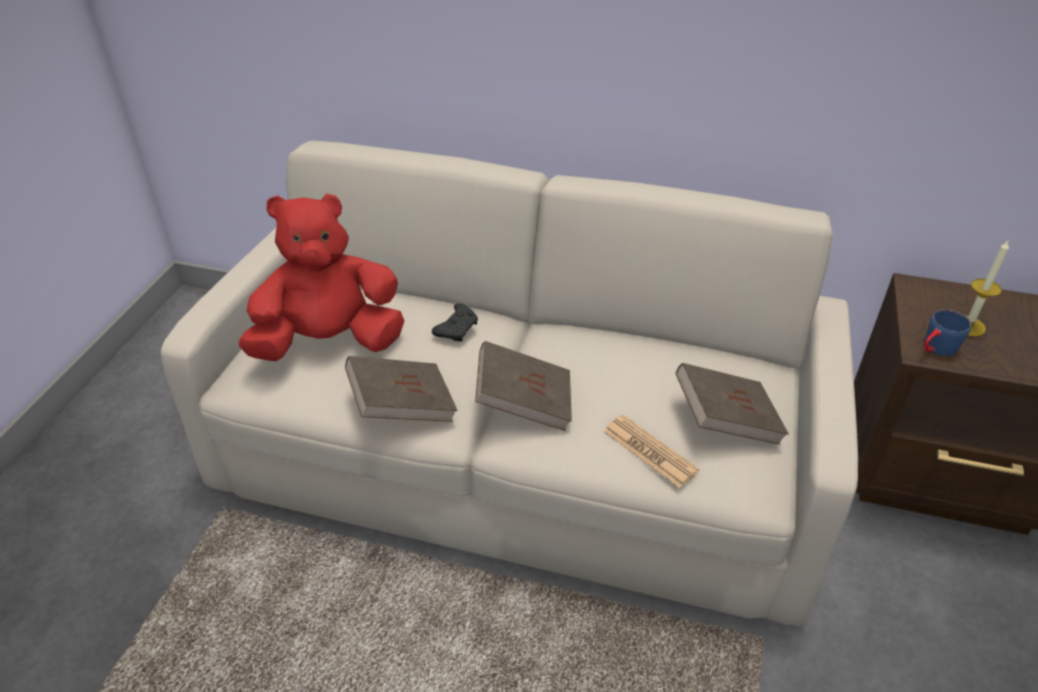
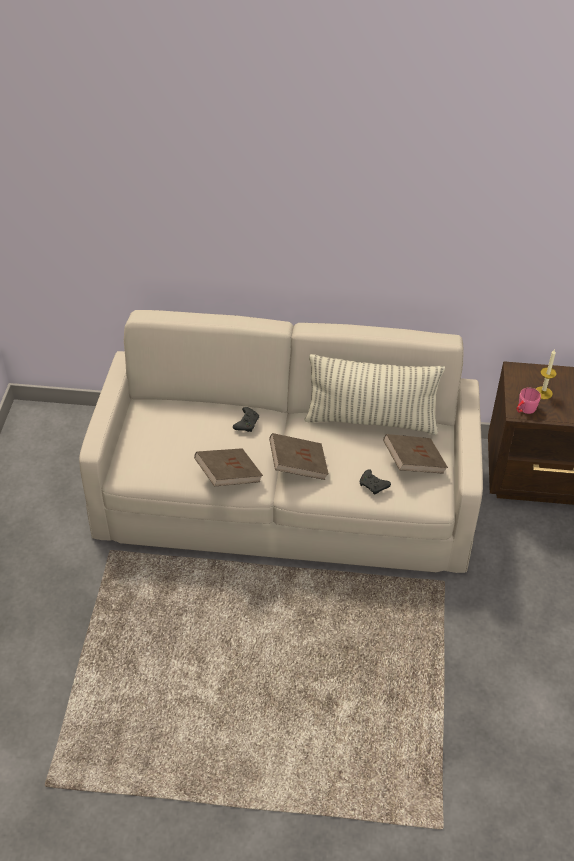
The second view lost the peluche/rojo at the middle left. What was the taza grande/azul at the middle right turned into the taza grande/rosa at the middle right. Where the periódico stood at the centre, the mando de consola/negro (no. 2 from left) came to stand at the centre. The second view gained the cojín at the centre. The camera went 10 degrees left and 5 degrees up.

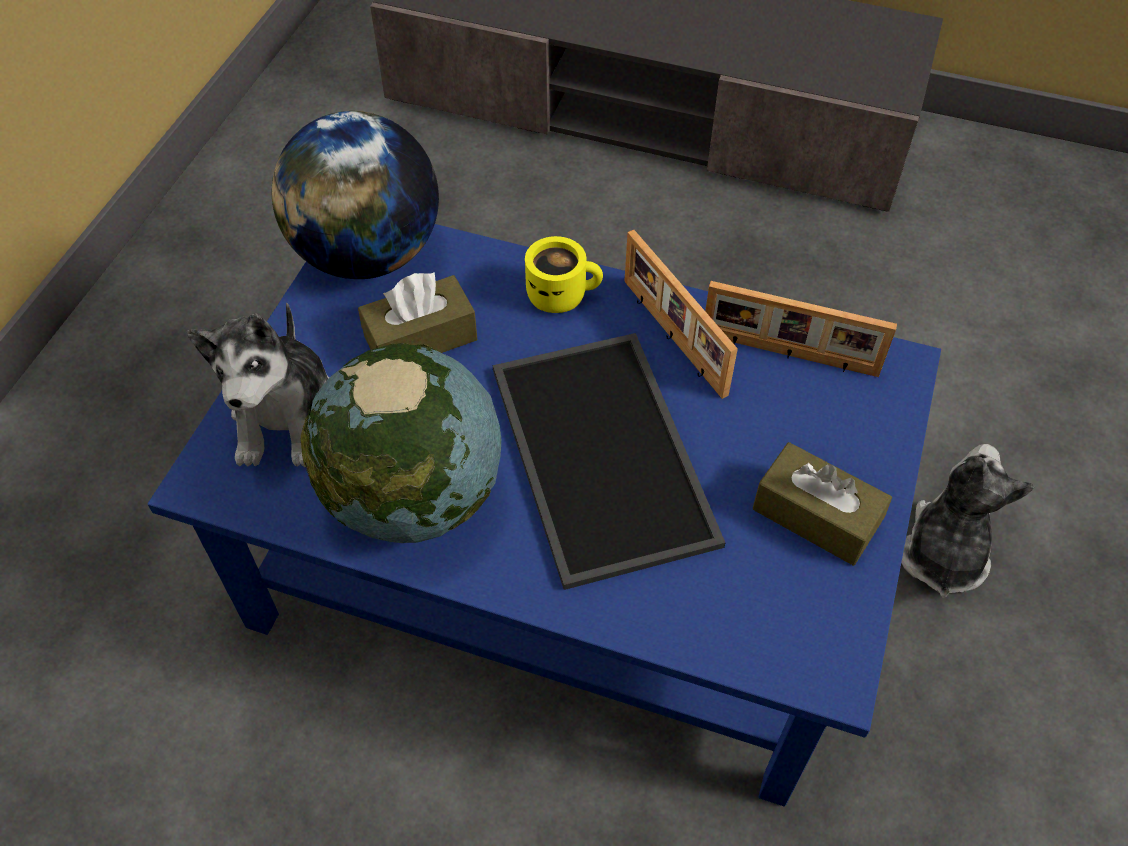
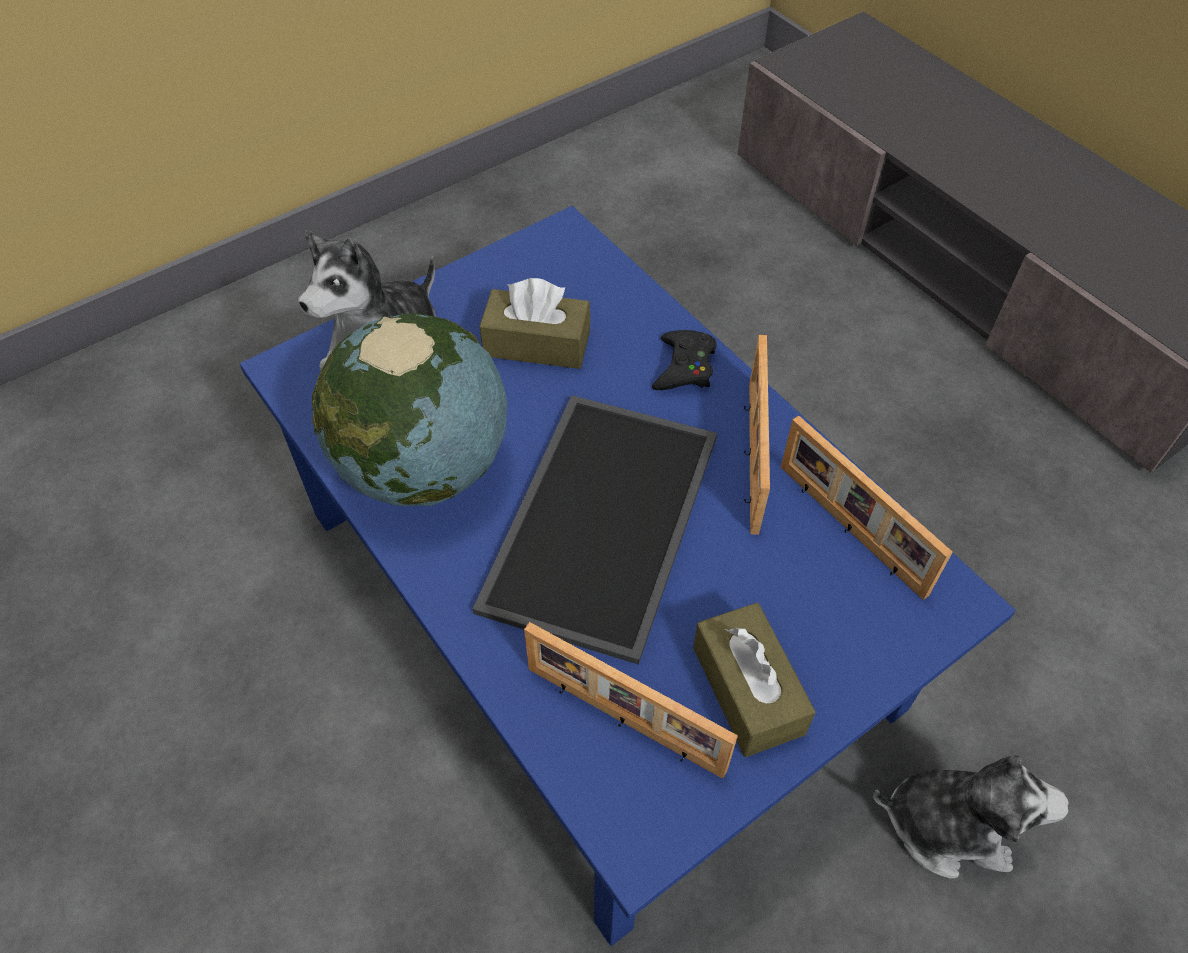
The second view lost the globo terráqueo (no. 1 from left) at the top left. Where the taza grande/amarillo stood at the top centre, the mando de consola/negro came to stand at the centre. The peluche (no. 2 from left) at the middle right ended up facing another way, 45 degrees clockwise from before. The second view gained the portarretratos (no. 1 from left) at the bottom centre. The camera went 35 degrees right and 0 degrees up.

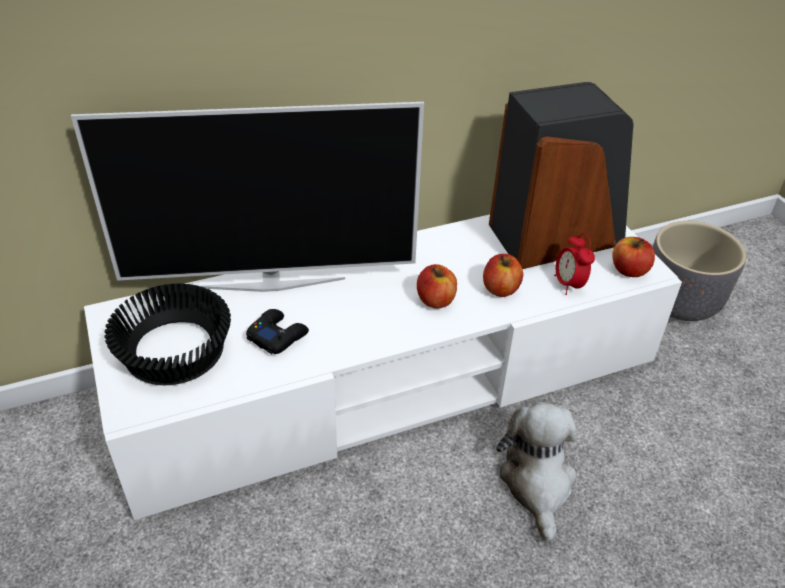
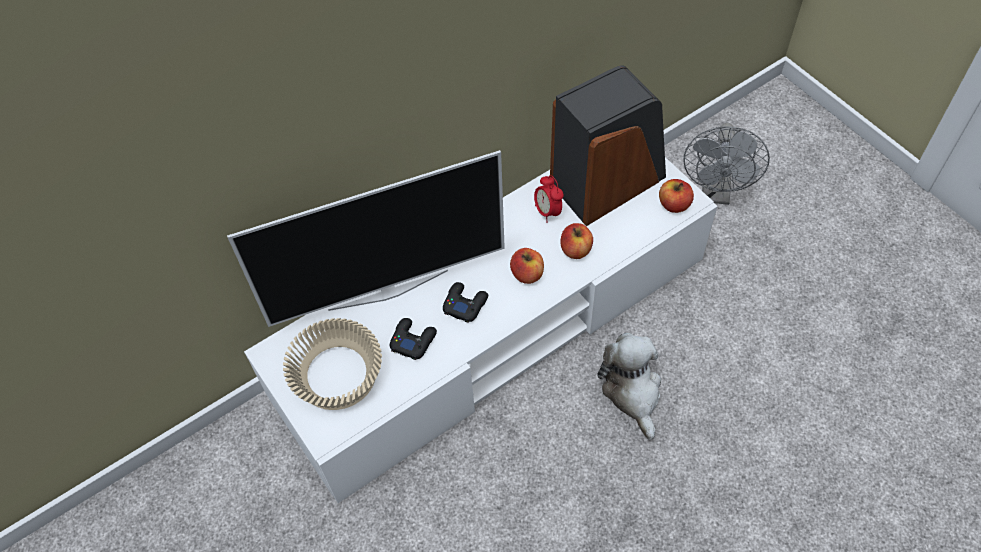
Where the maceta/gris stood at the middle right, the ventilador/gris came to stand at the top right. The despertador ended up elsewhere, having gone from the middle right to the centre. What was the cuenco/negro at the middle left turned into the cuenco/beis at the centre. The second view gained the mando de consola/negro (no. 2 from left) at the centre. The camera went 10 degrees left and 15 degrees up.

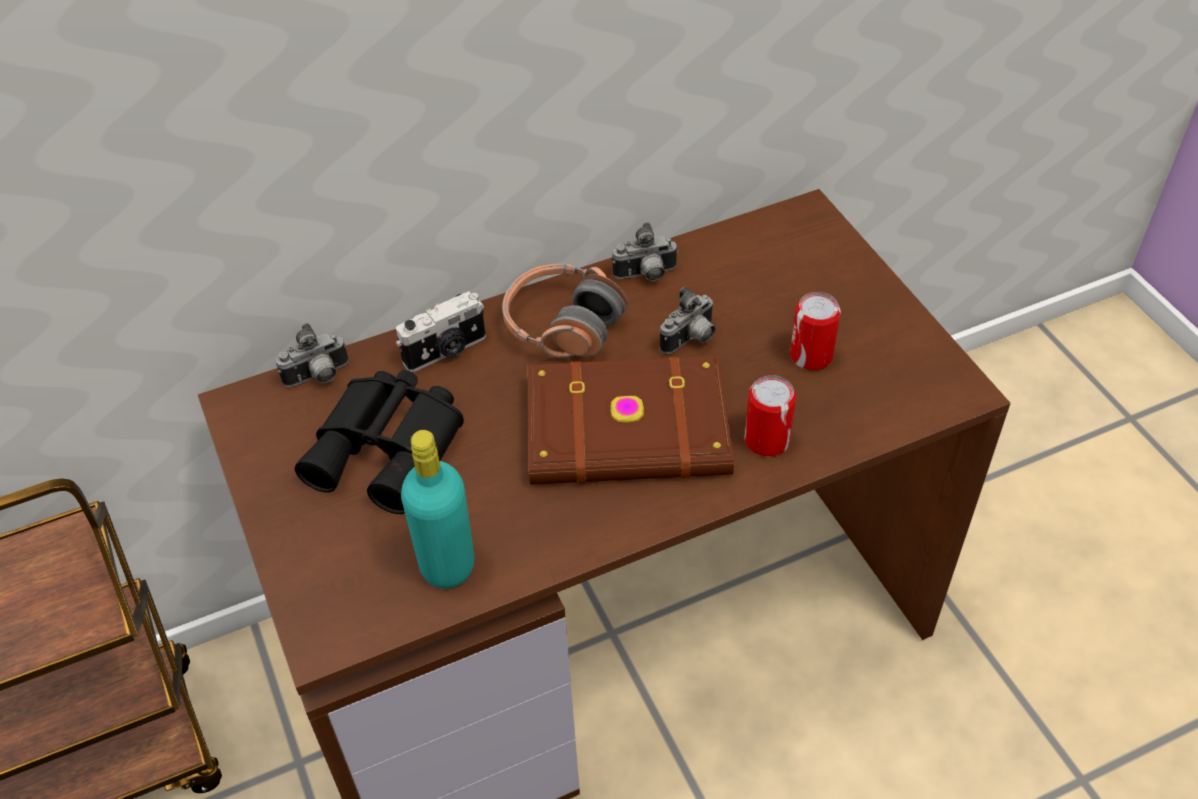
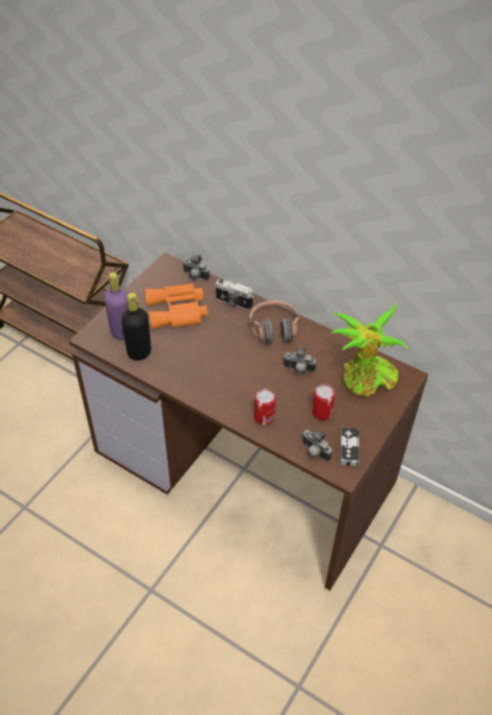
The cámara (no. 3 from left in the first image) ended up elsewhere, having gone from the top centre to the centre. The second view lost the libro/marrón at the centre. What was the prismáticos/negro at the middle left turned into the prismáticos/naranja at the centre. What was the botella/turquesa at the centre turned into the botella/negro at the middle left. The second view gained the botella/morado at the middle left. The second view gained the planta en maceta at the middle right. The second view gained the mando de consola at the middle right. The camera went 55 degrees right and 0 degrees up.

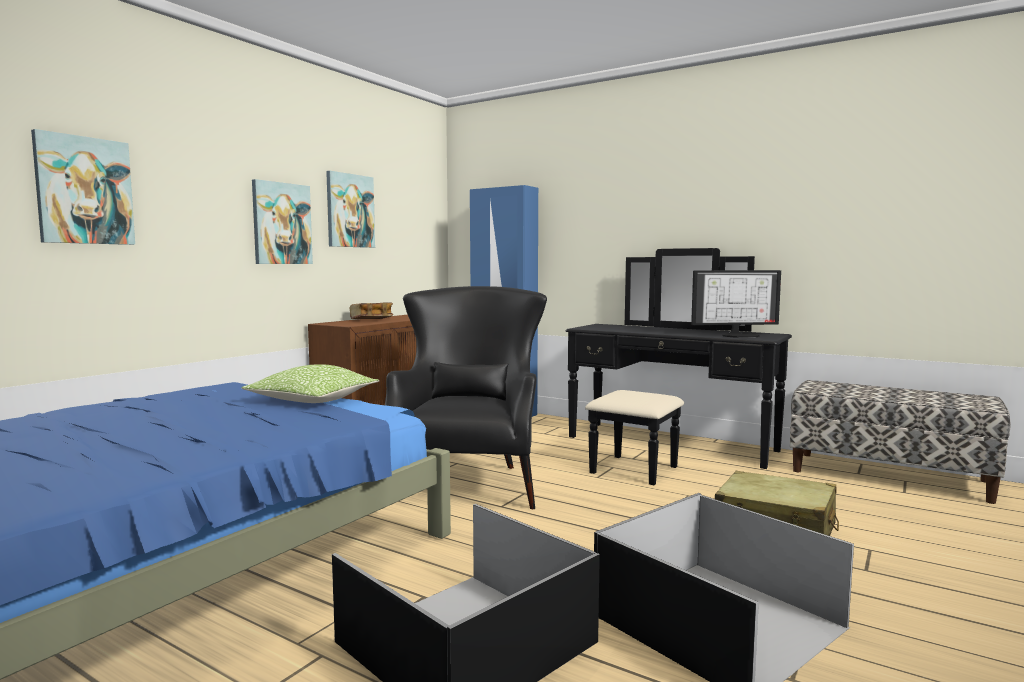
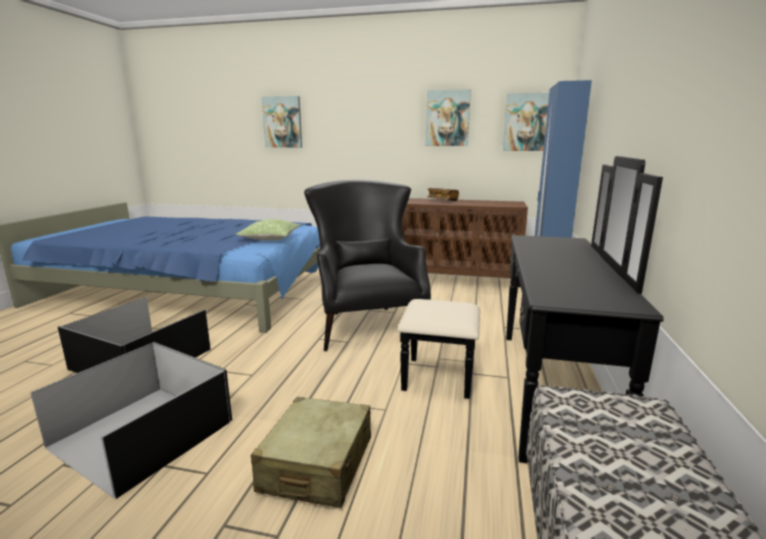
The cuadro (no. 2 from left in the first image) ended up elsewhere, having gone from the top left to the top right. The second view lost the monitor at the middle right. The sillón/negro at the centre ended up facing another way, 90 degrees counterclockwise from before. The camera went 70 degrees right and 10 degrees up.

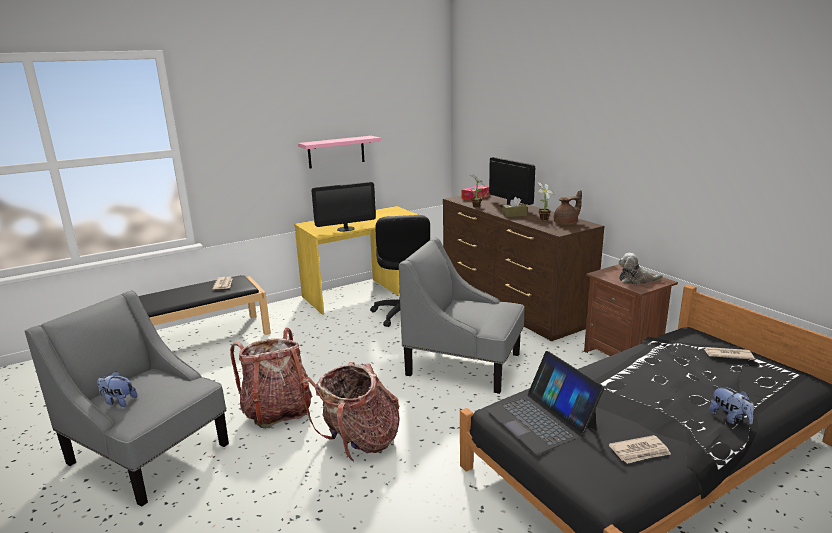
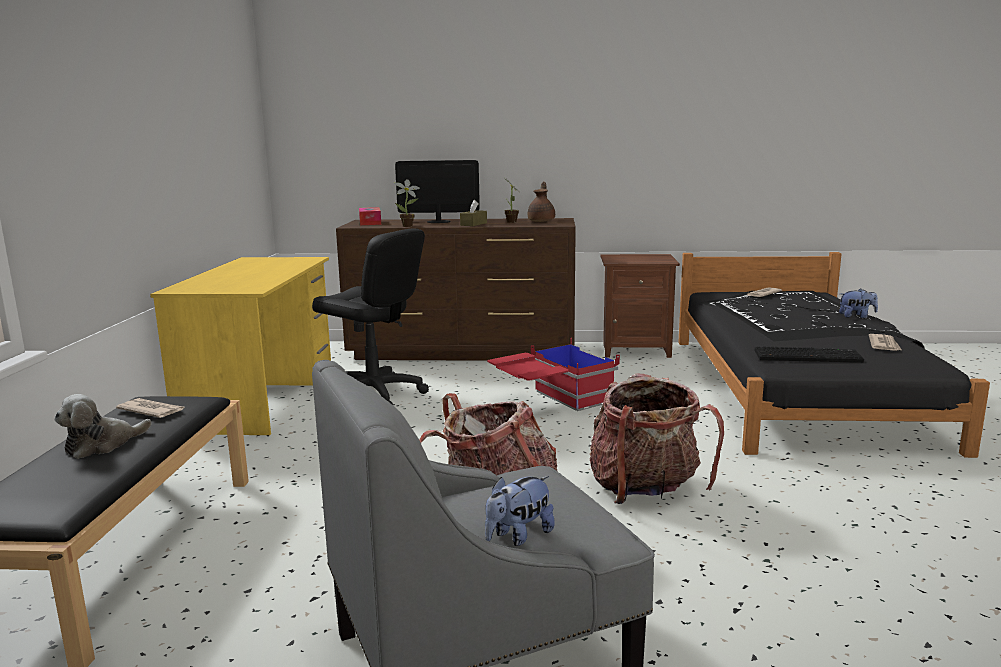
The second view lost the estante/rosa at the top centre. The second view lost the monitor (no. 1 from left) at the centre. Where the sillón/gris (no. 2 from left) stood at the centre, the caja de almacenaje/rojo came to stand at the centre. The peluche (no. 2 from left in the first image) ended up elsewhere, having gone from the middle right to the middle left. Where the portátil stood at the bottom centre, the teclado came to stand at the middle right. The camera went 55 degrees left and 5 degrees down.

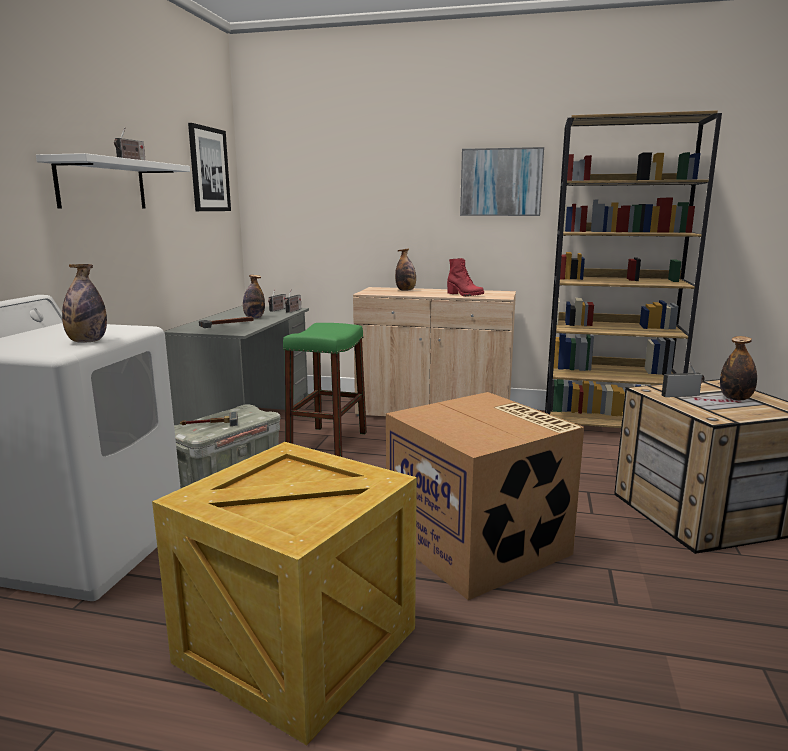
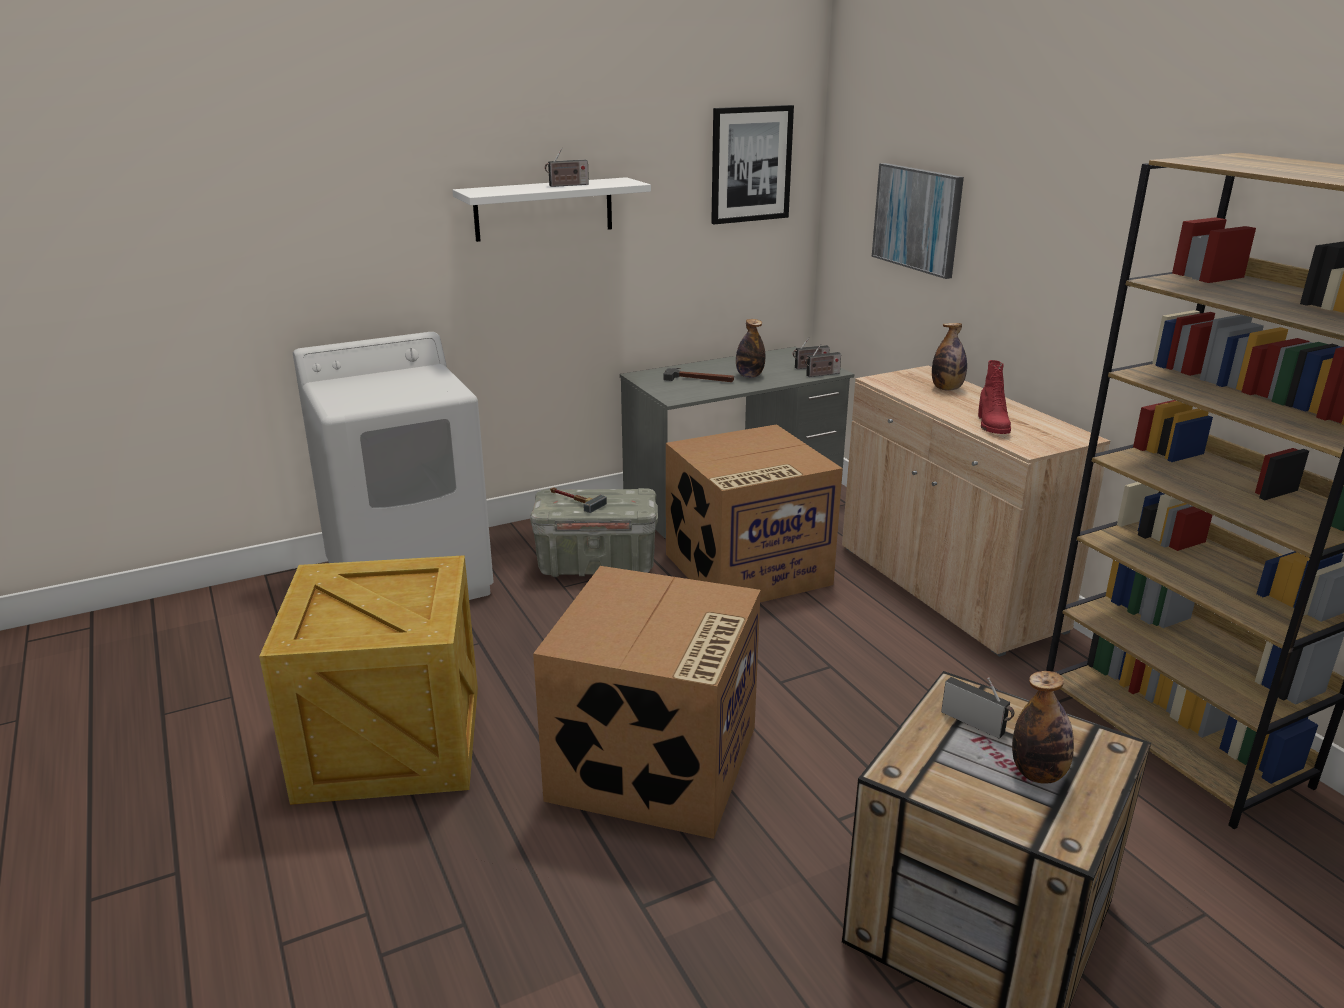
The cuadro (no. 2 from left) ended up elsewhere, having gone from the top centre to the top right. The second view lost the botella (no. 1 from left) at the middle left. Where the taburete/verde stood at the centre, the caja de cartón (no. 2 from left) came to stand at the centre. The camera went 50 degrees right and 10 degrees up.

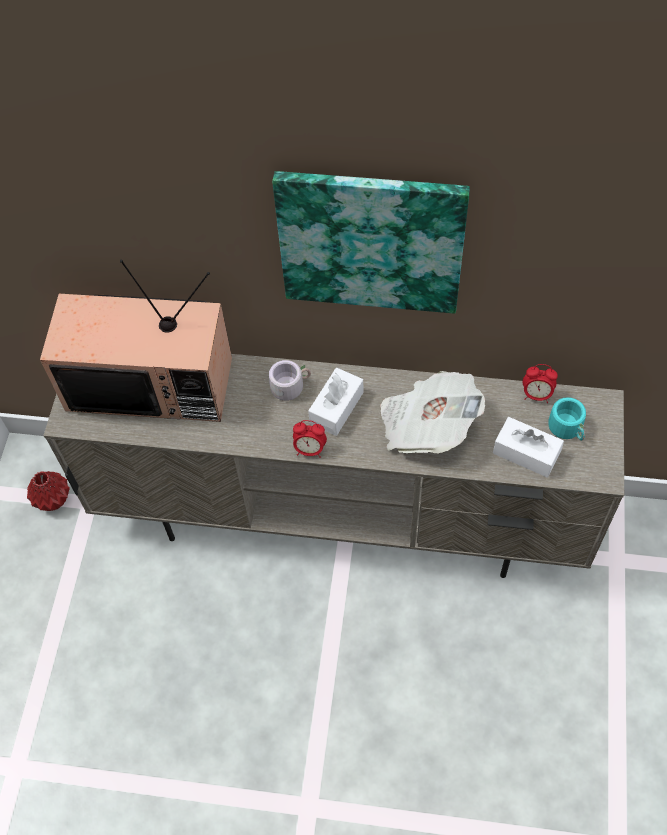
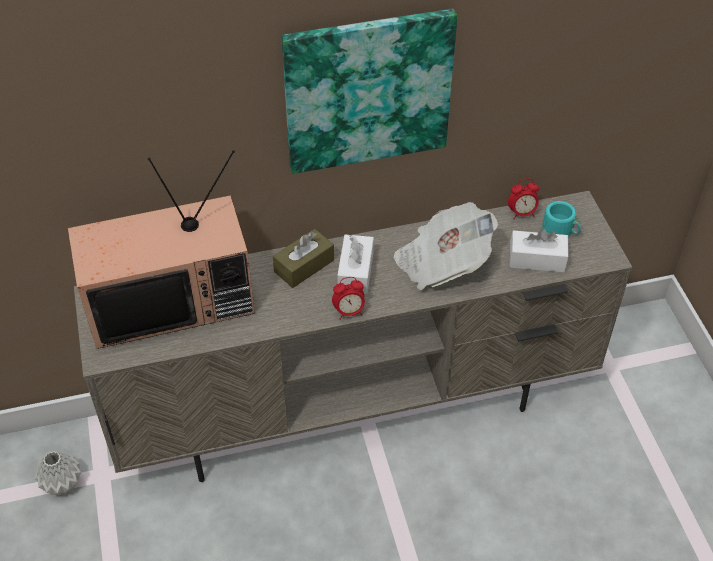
Where the taza grande/gris stood at the centre, the caja de pañuelos/marrón came to stand at the centre. What was the florero/rojo at the middle left turned into the florero/gris at the bottom left. The camera went 25 degrees left and 10 degrees down.

